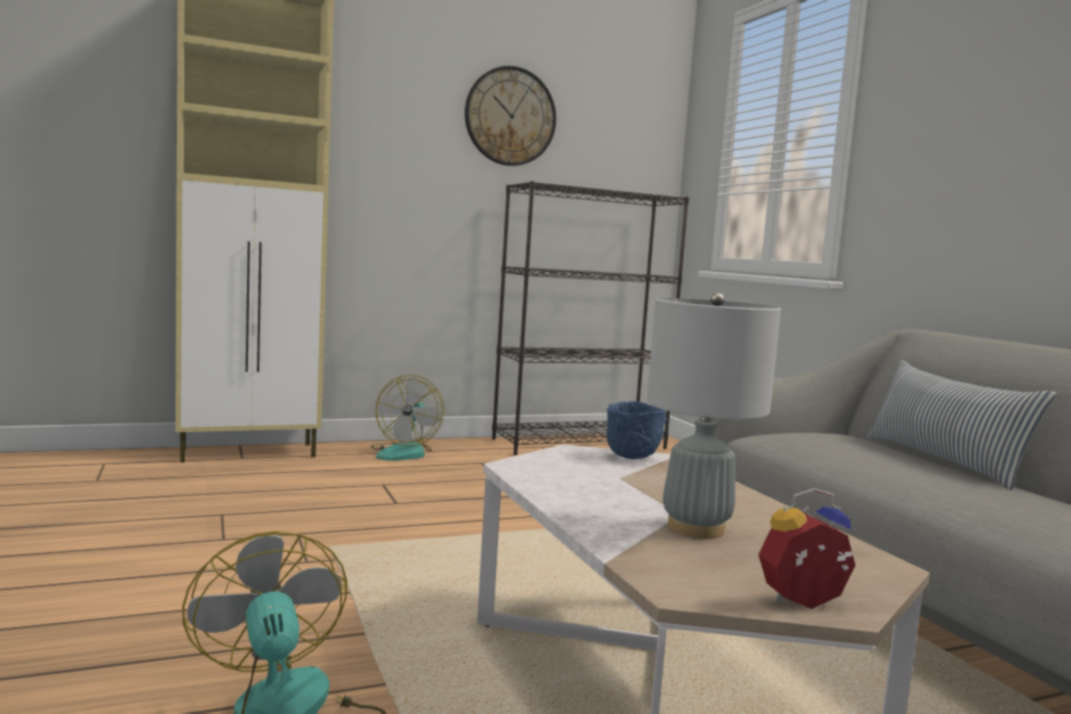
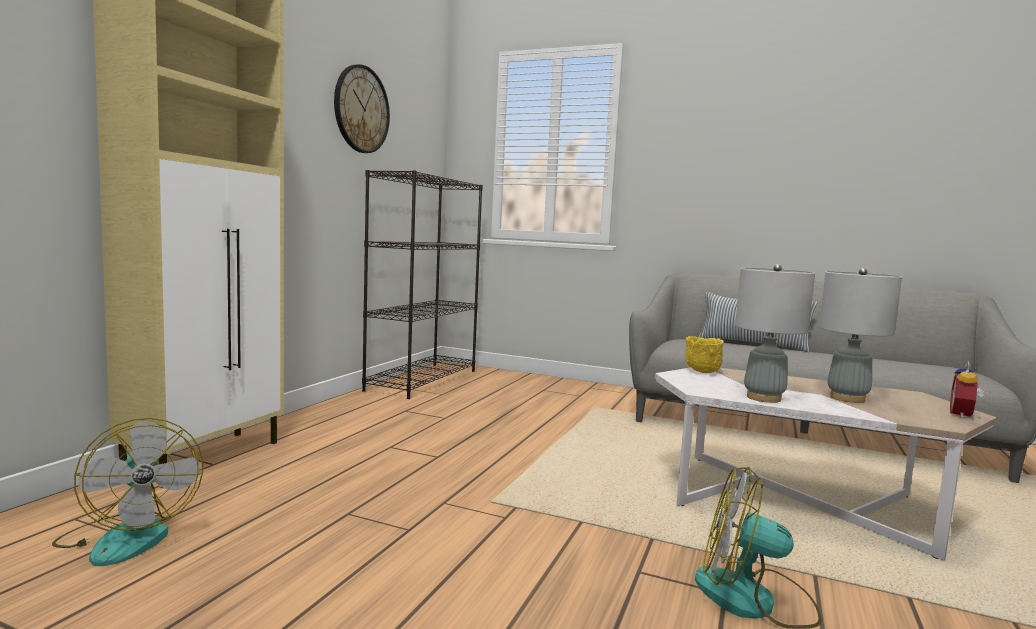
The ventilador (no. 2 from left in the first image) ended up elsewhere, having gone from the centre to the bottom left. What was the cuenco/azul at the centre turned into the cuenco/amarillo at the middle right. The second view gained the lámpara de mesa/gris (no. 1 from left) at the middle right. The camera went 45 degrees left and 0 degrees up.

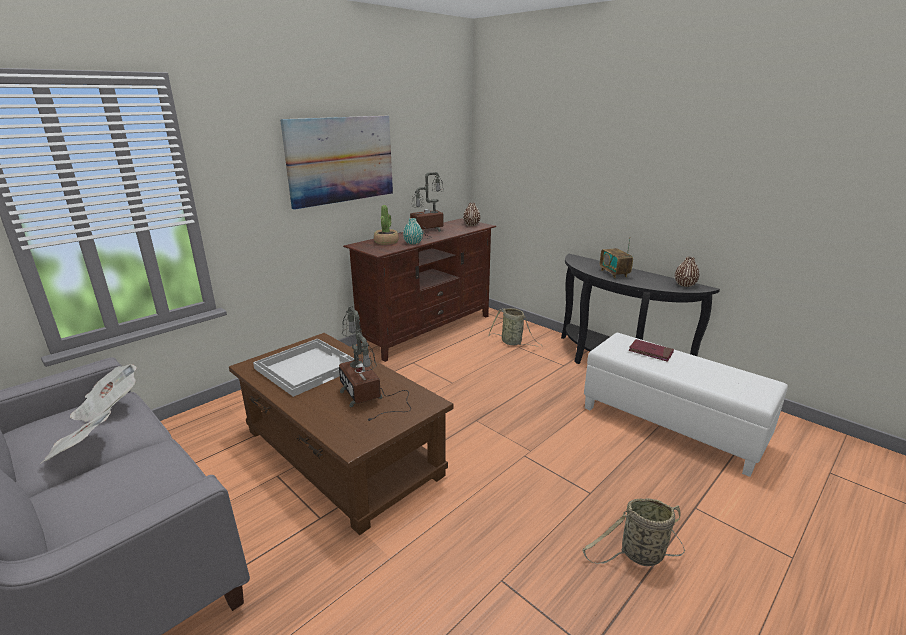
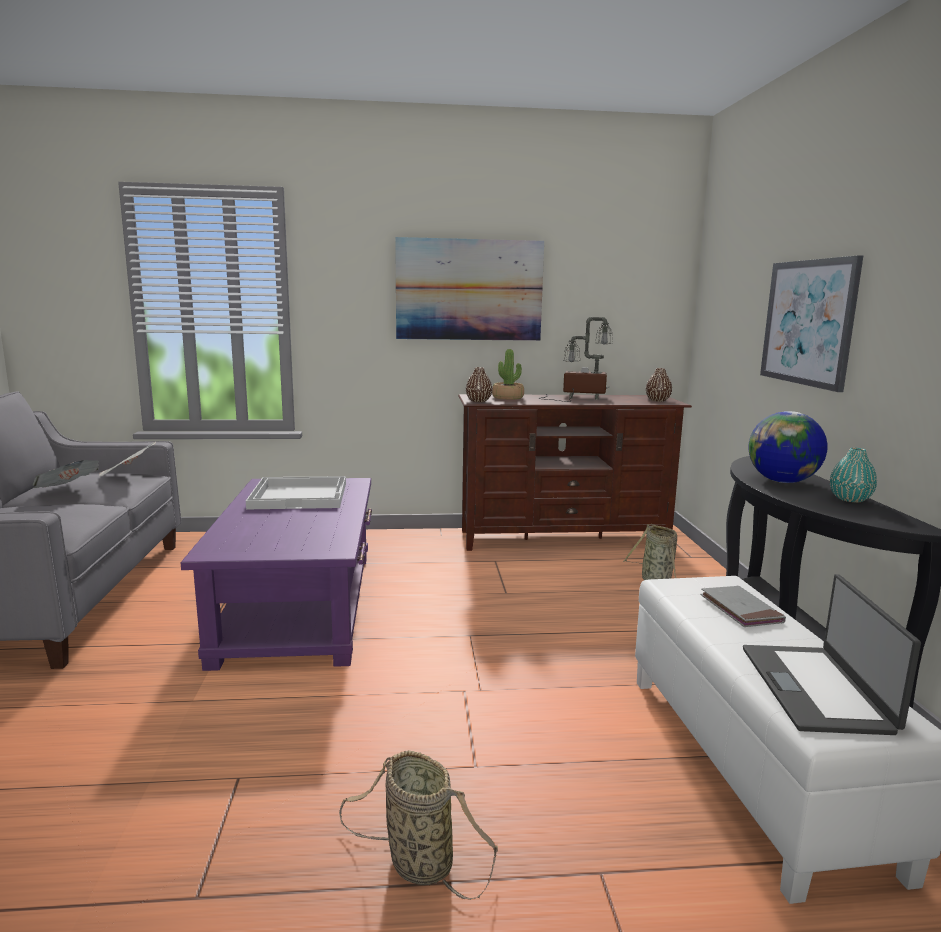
The florero/turquesa ended up elsewhere, having gone from the centre to the middle right. Where the radio stood at the middle right, the globo terráqueo came to stand at the middle right. The florero/marrón (no. 2 from left in the first image) ended up elsewhere, having gone from the middle right to the centre. The second view lost the lámpara de mesa (no. 1 from left) at the centre. What was the mesa de centro/marrón at the bottom centre turned into the mesa de centro/morado at the middle left. What was the libro/rojo at the middle right turned into the libro/gris at the middle right. The second view gained the cuadro (no. 2 from left) at the middle right. The second view gained the portátil at the bottom right. The camera went 40 degrees right and 10 degrees down.

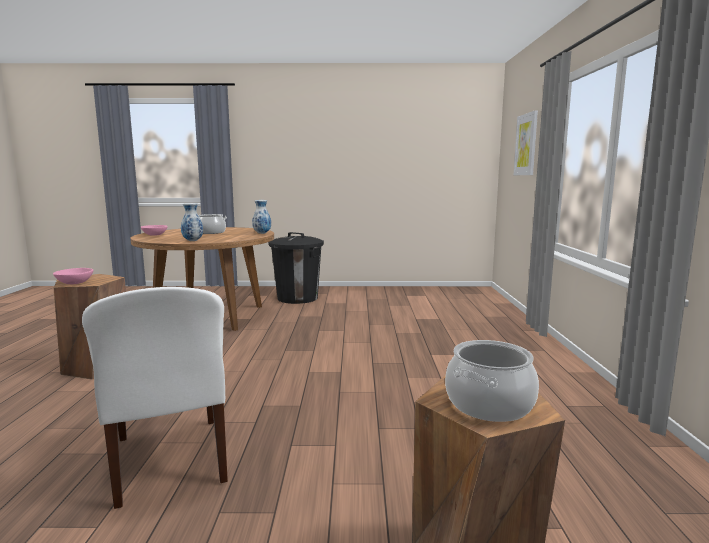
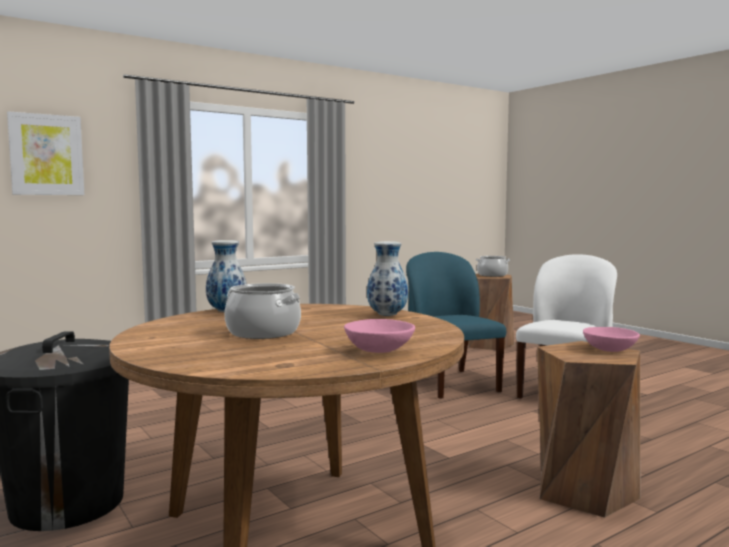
The second view gained the silla/azul at the centre. The camera went 125 degrees left and 5 degrees down.

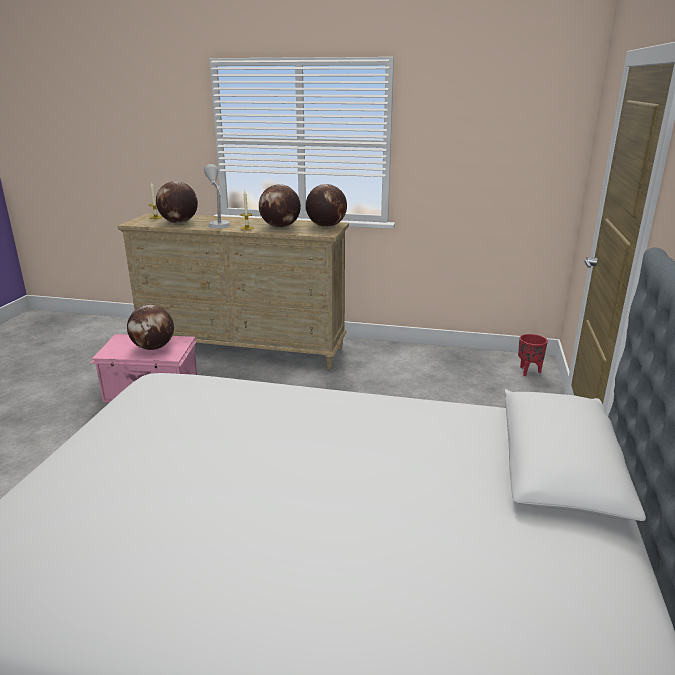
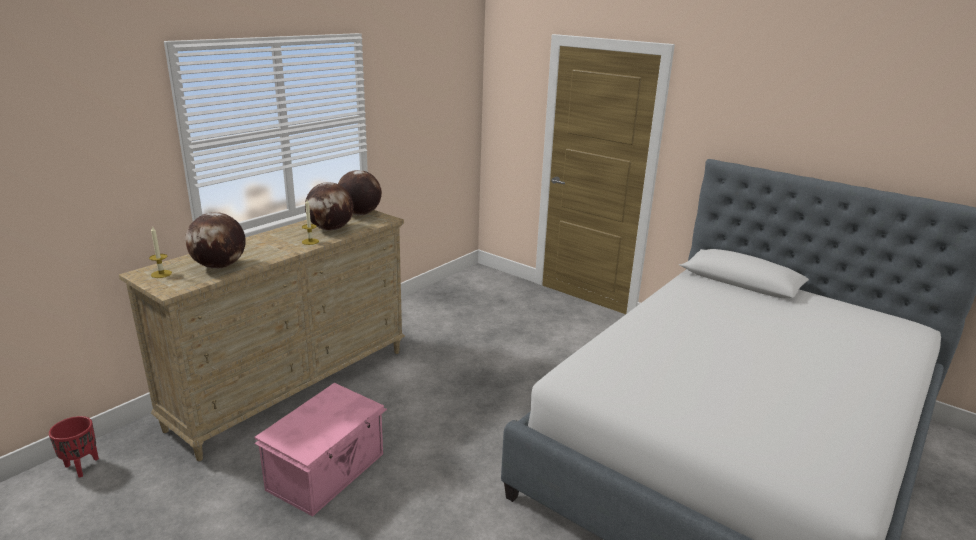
The second view lost the lámpara de mesa/gris at the top left. The second view lost the globo terráqueo (no. 1 from left) at the middle left. The maceta/rojo ended up elsewhere, having gone from the middle right to the bottom left. The camera went 65 degrees left and 0 degrees up.

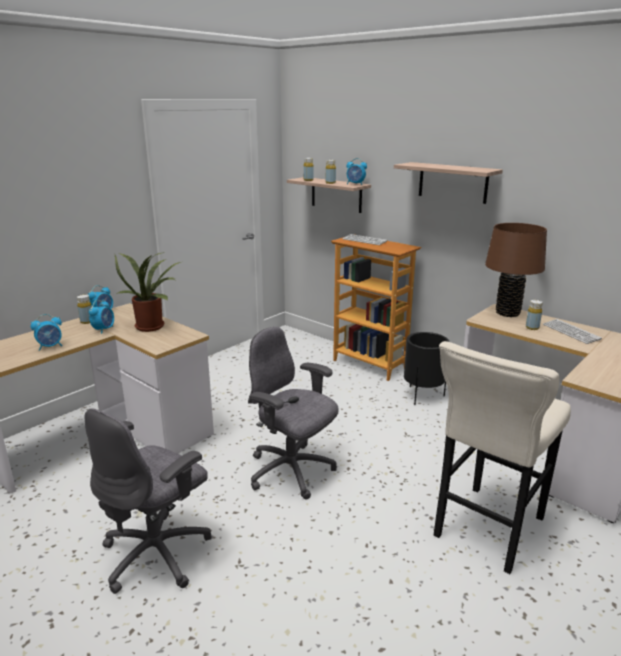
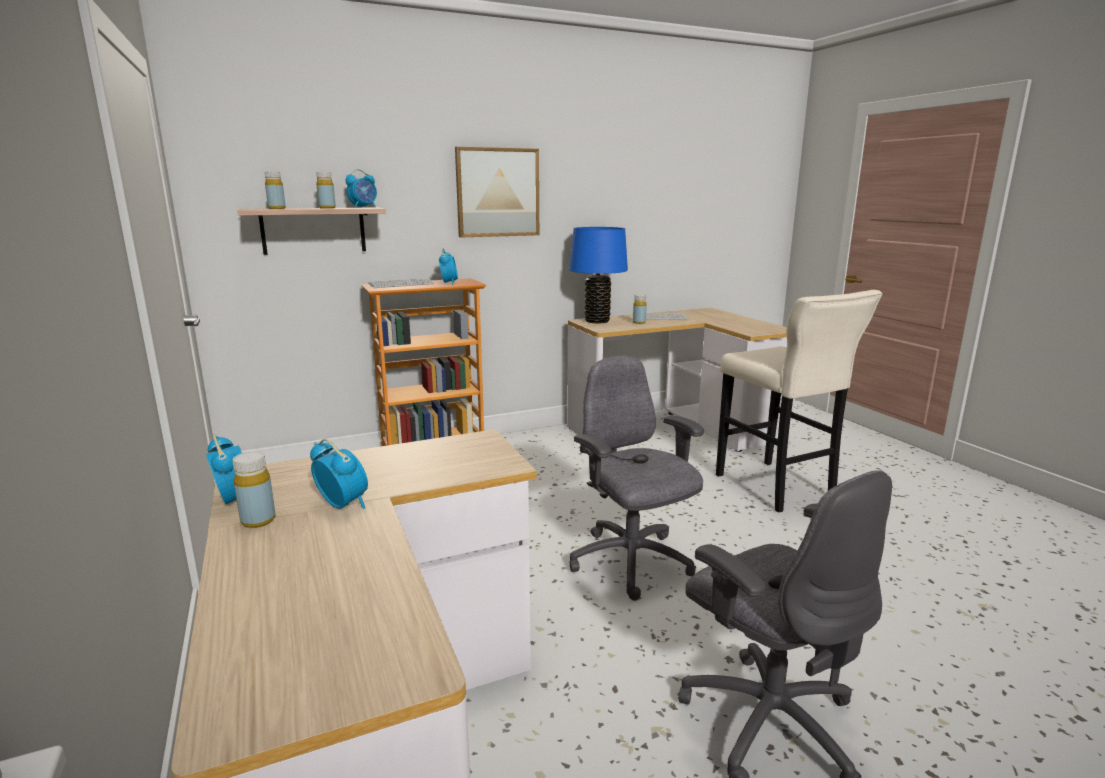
Where the estante (no. 2 from left) hung at the top right, the cuadro came to hang at the top centre. What was the lámpara de mesa/marrón at the middle right turned into the lámpara de mesa/azul at the centre. The second view lost the planta en maceta at the middle left. The despertador (no. 1 from left in the first image) ended up elsewhere, having gone from the middle left to the centre. The silla de oficina/gris (no. 2 from left in the first image) at the centre ended up facing another way, 90 degrees clockwise from before. The second view lost the maceta/negro at the middle right. The camera went 65 degrees left and 5 degrees down.

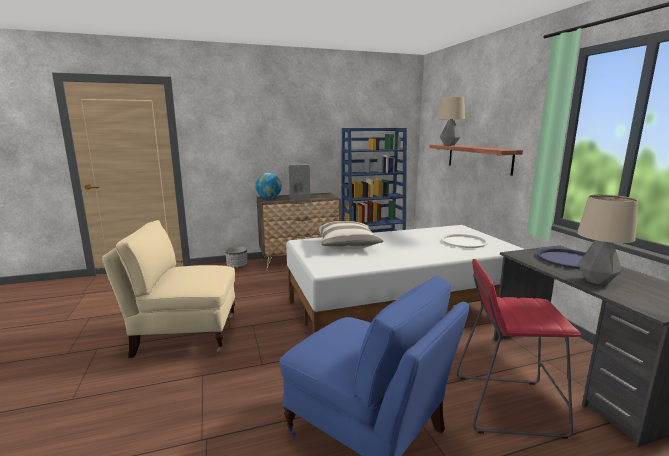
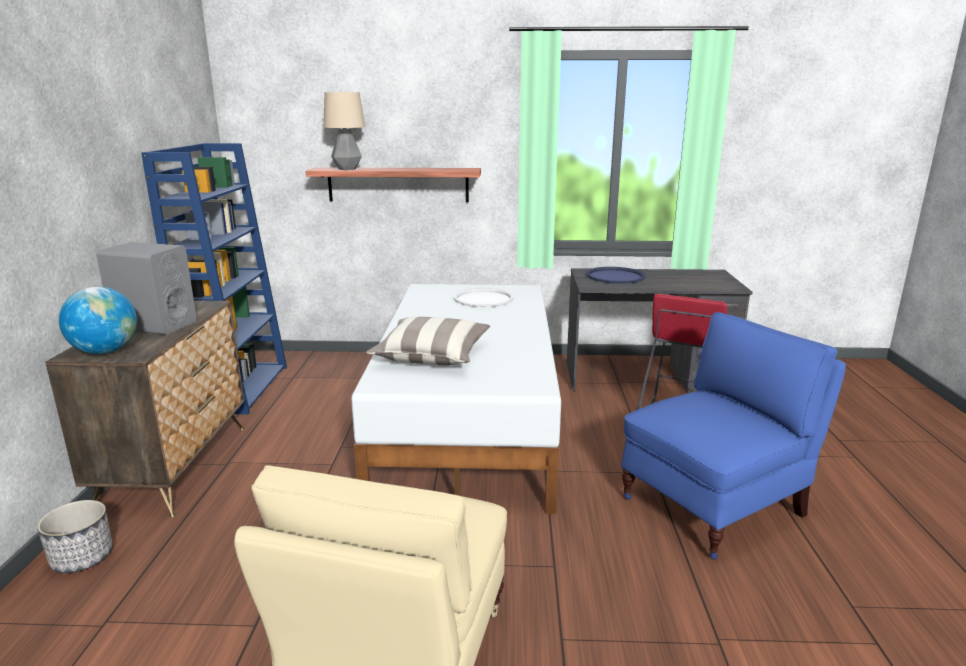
The second view lost the lámpara de mesa (no. 2 from left) at the middle right. The camera went 70 degrees left and 5 degrees up.

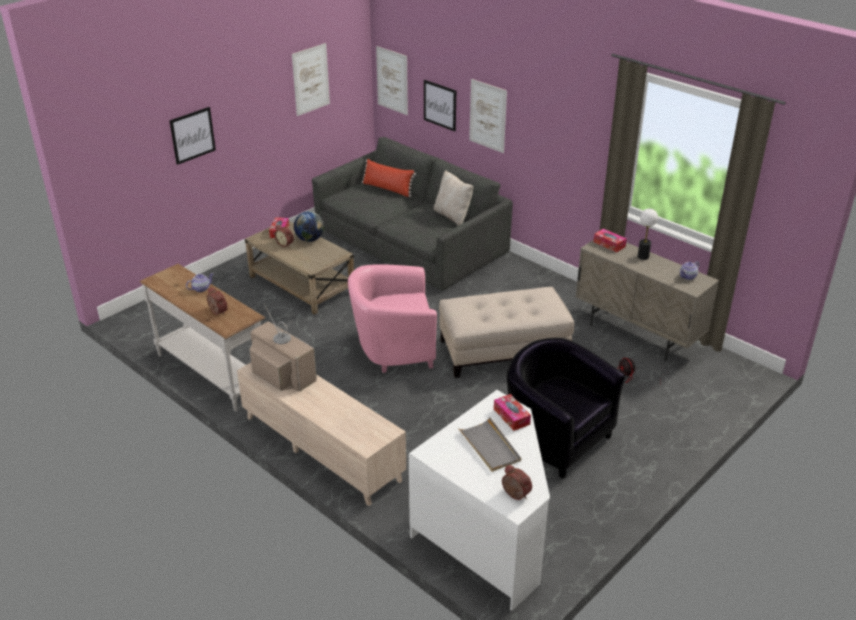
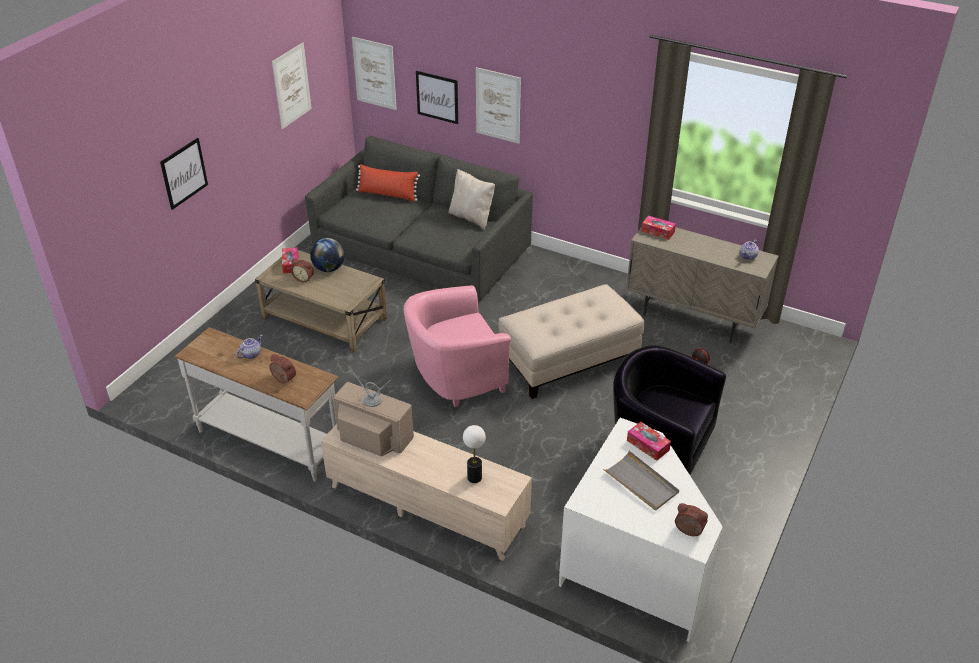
The lámpara de mesa ended up elsewhere, having gone from the middle right to the bottom centre. The camera went 15 degrees left and 5 degrees up.

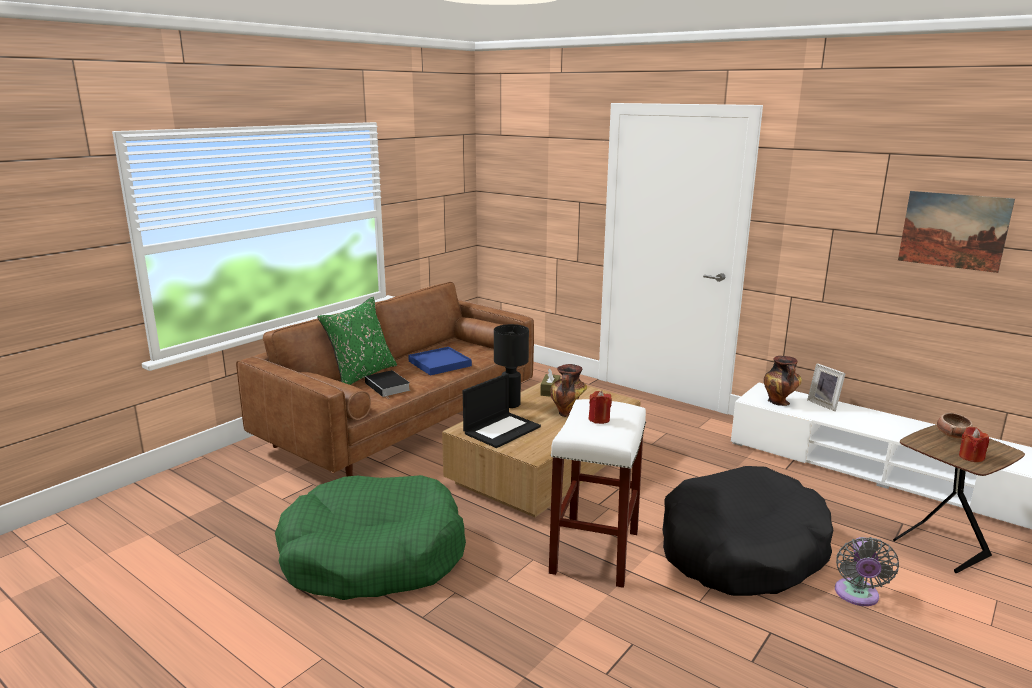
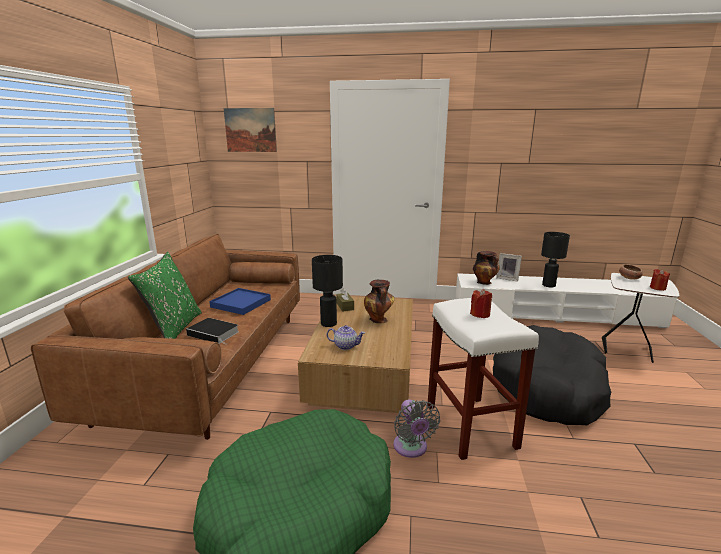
The cuadro ended up elsewhere, having gone from the middle right to the top centre. Where the portátil stood at the centre, the tetera came to stand at the centre. What was the mesa auxiliar/marrón at the bottom right turned into the mesa auxiliar/blanco at the middle right. The ventilador/gris ended up elsewhere, having gone from the bottom right to the bottom centre. The second view gained the lámpara de mesa/negro (no. 2 from left) at the middle right. The camera went 30 degrees left and 0 degrees up.

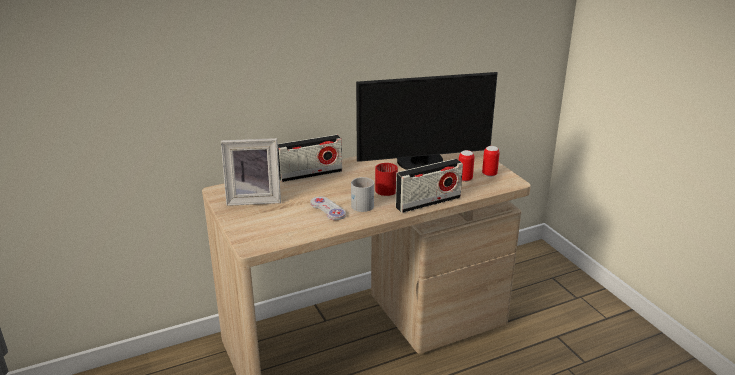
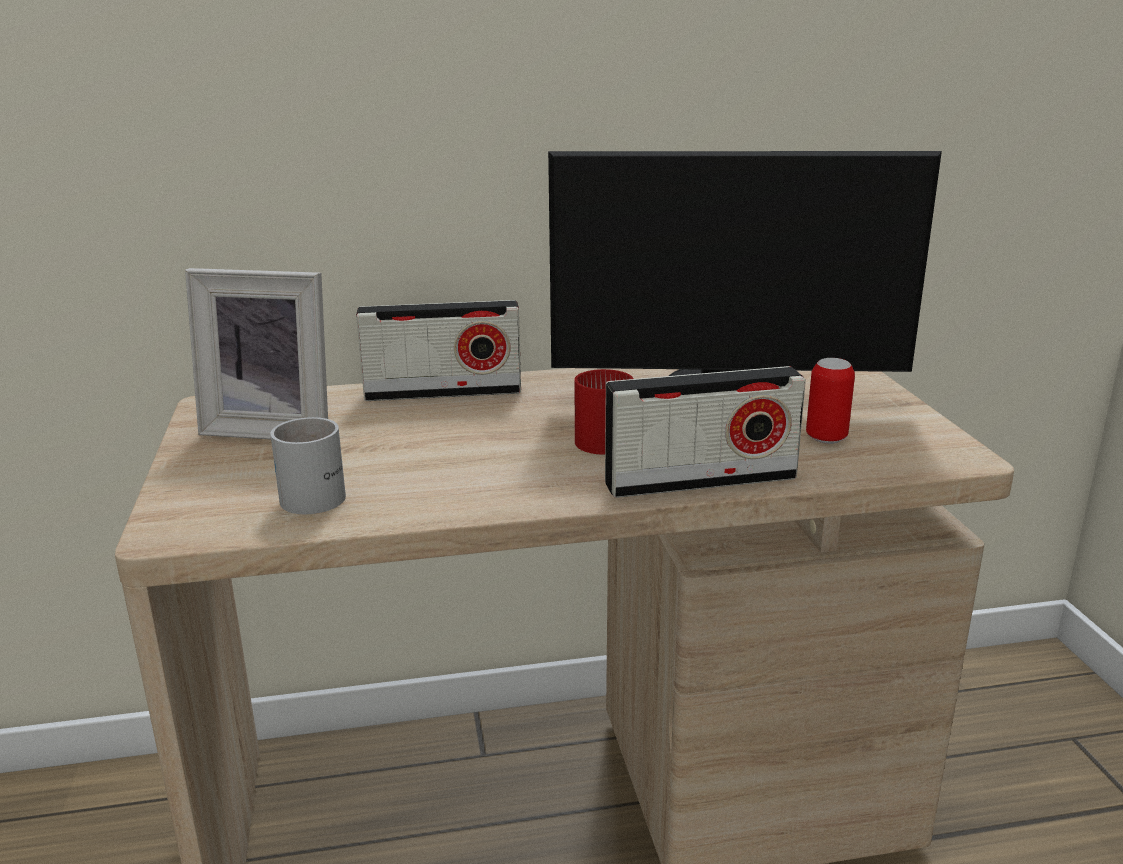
The second view lost the lata (no. 2 from left) at the middle right. The taza grande/blanco ended up elsewhere, having gone from the centre to the middle left. The second view lost the mando de consola/blanco at the centre. The camera went 15 degrees right and 5 degrees down.

